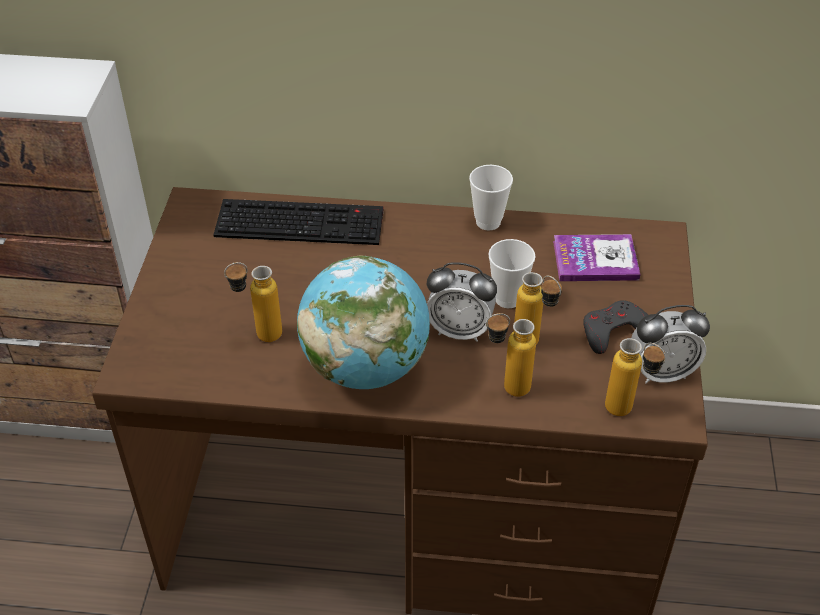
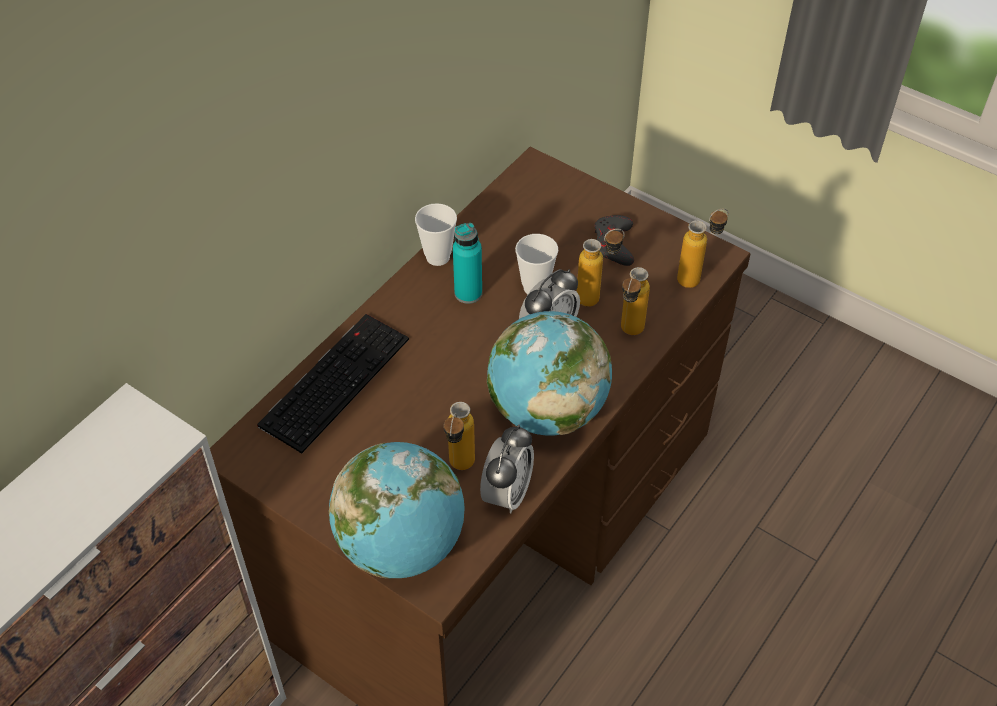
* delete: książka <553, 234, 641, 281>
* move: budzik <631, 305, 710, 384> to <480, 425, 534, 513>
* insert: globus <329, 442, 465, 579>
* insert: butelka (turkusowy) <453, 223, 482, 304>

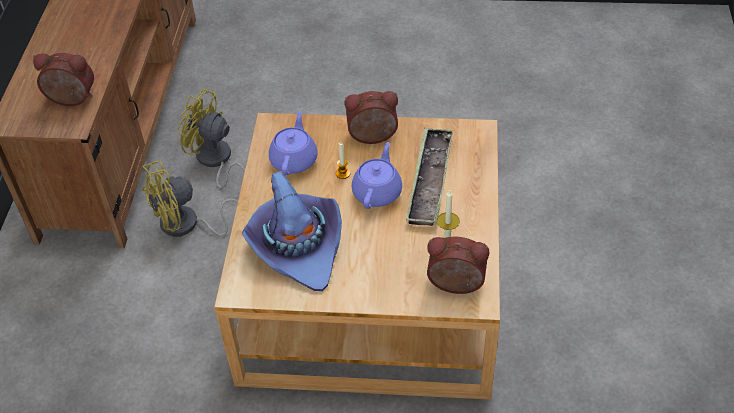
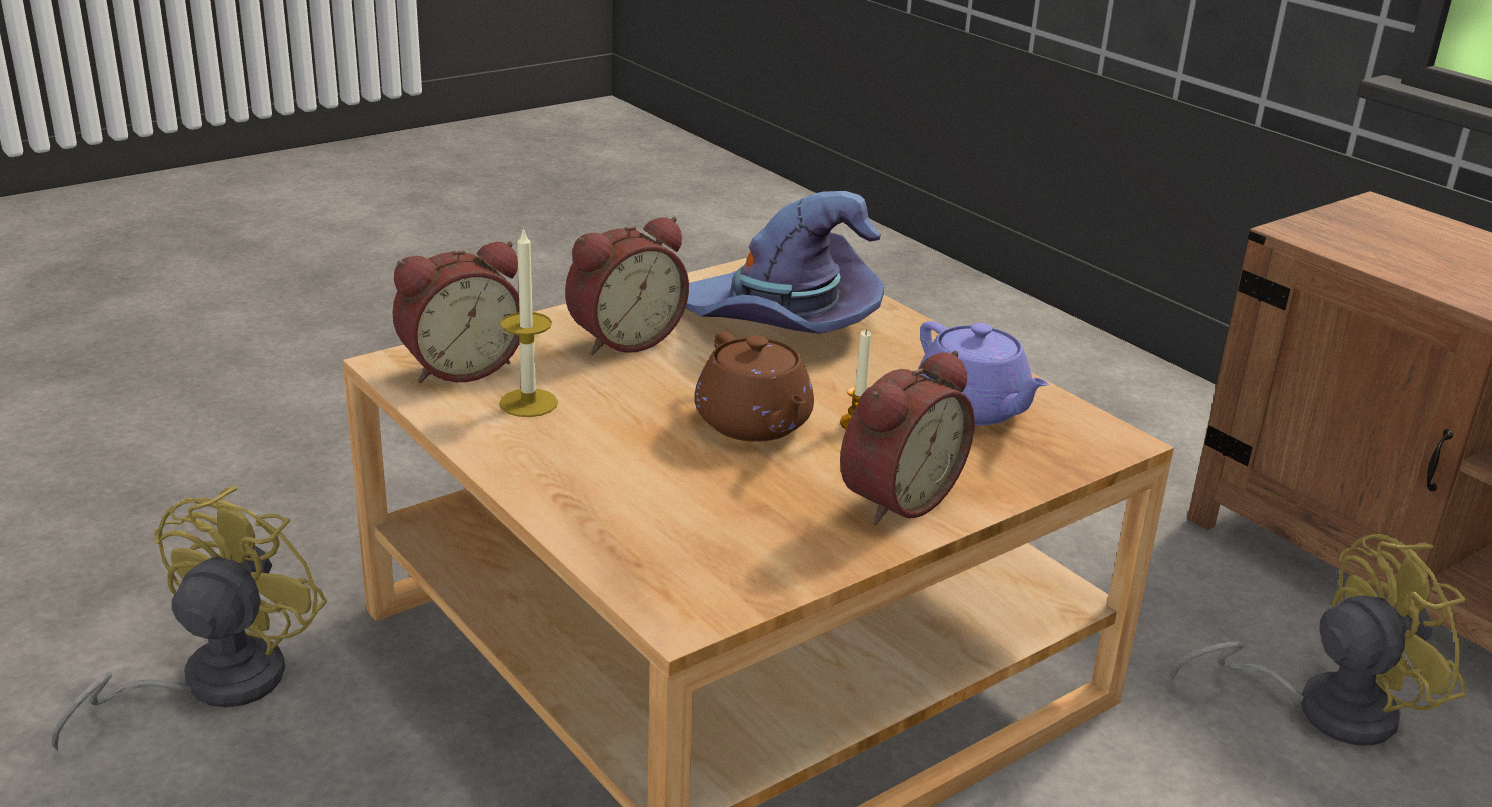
* move: budzik <33, 53, 94, 106> to <565, 217, 689, 355>
* move: wentylator (żółty) <142, 161, 238, 237> to <52, 486, 327, 751>
* recolor: imbryk (fioletowy) <352, 142, 402, 209> to imbryk (brązowy) <695, 332, 814, 442>
* delete: taca <406, 128, 453, 226>

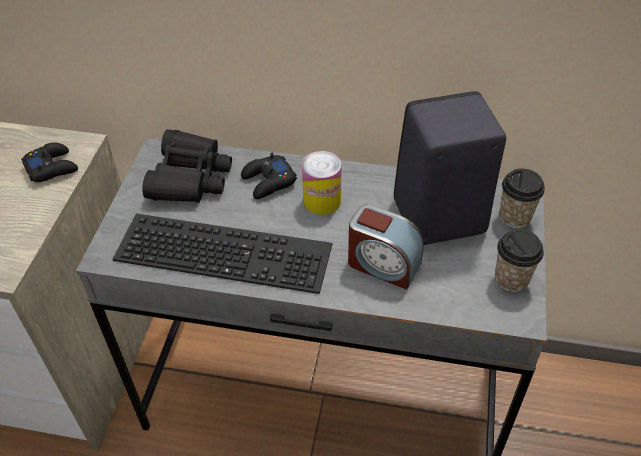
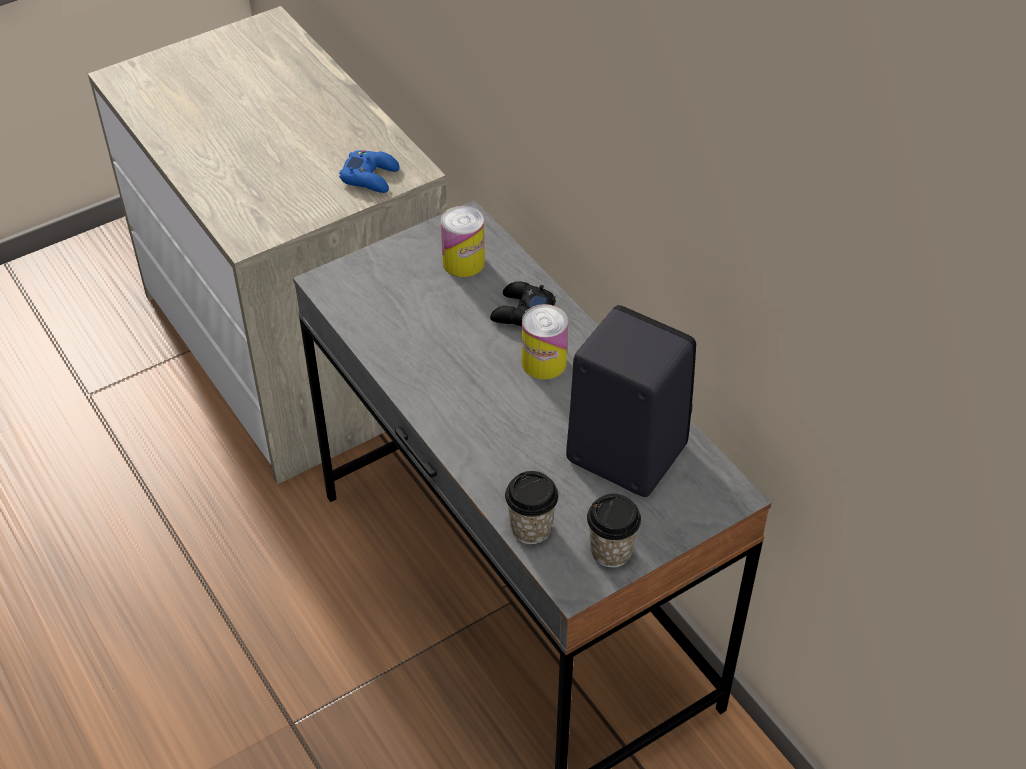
* recolor: pad do gier (czarny) <21, 142, 78, 182> to pad do gier (niebieski) <339, 150, 400, 193>
* delete: klawiatura <113, 214, 332, 294>
* replace: lornetka (czarny) <142, 130, 232, 203> to puszka <441, 206, 485, 277>
* delete: budzik <348, 204, 424, 290>
* move: filiżanka <499, 168, 545, 228> to <505, 471, 558, 544>

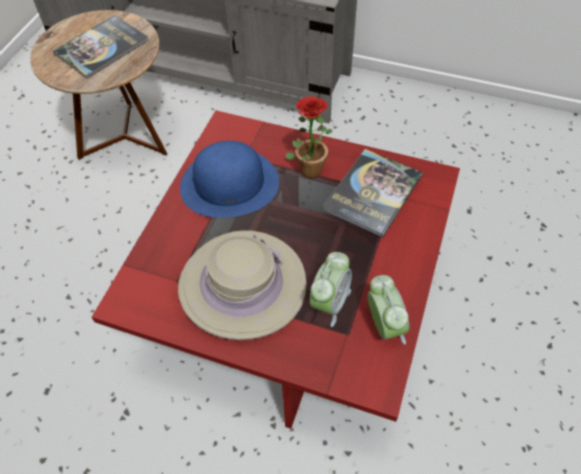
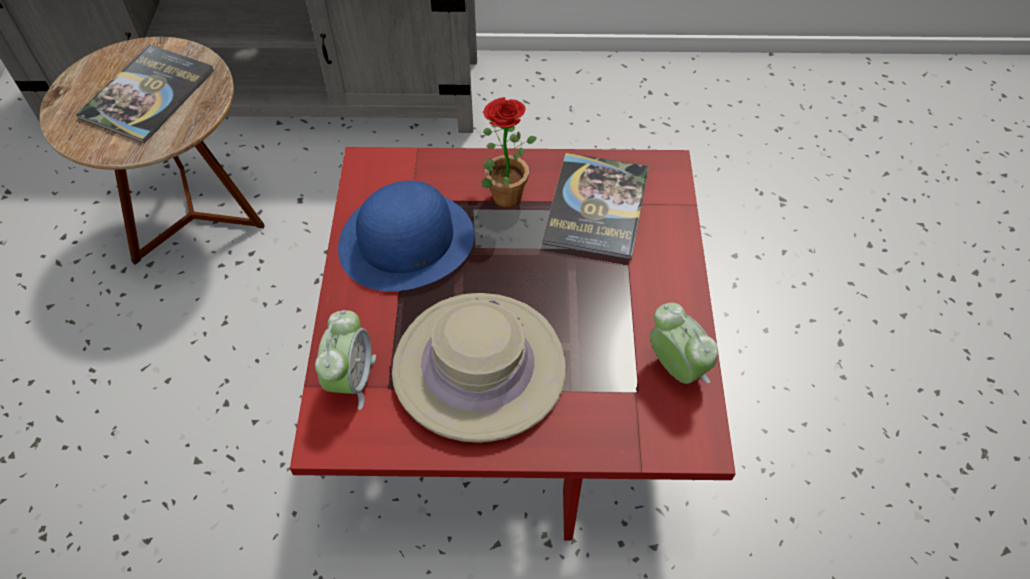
* move: budzik <310, 252, 352, 327> to <315, 310, 376, 410>

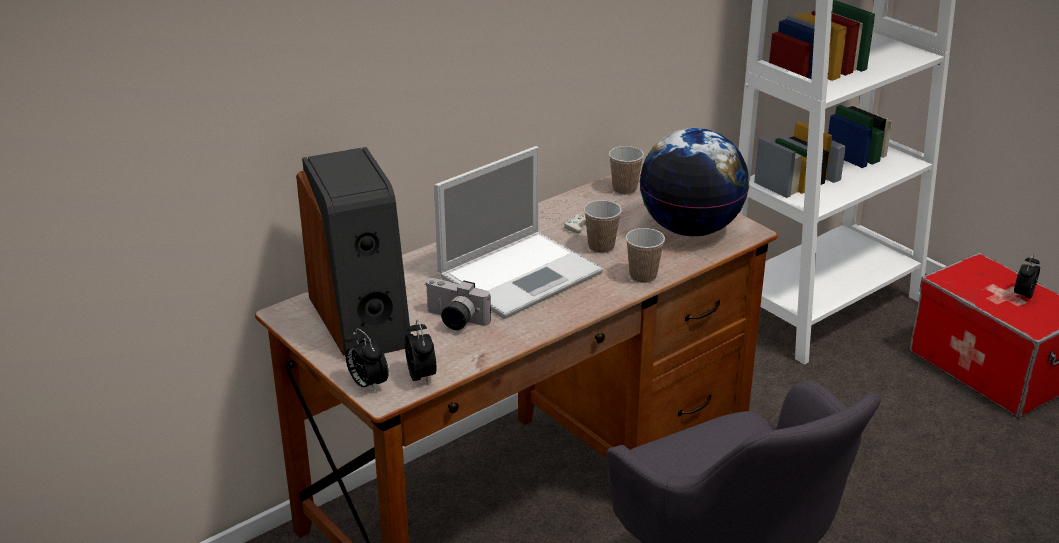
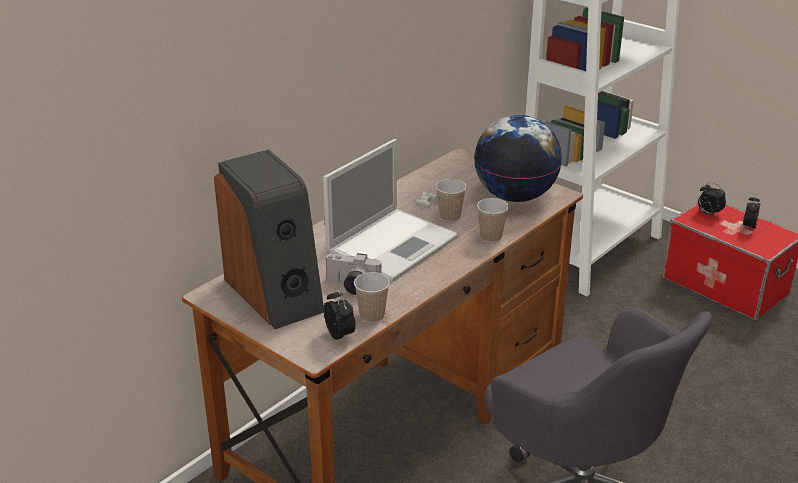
* move: budzik <346, 328, 389, 393> to <698, 182, 726, 217>
* move: filiżanka <609, 146, 644, 195> to <354, 272, 390, 323>

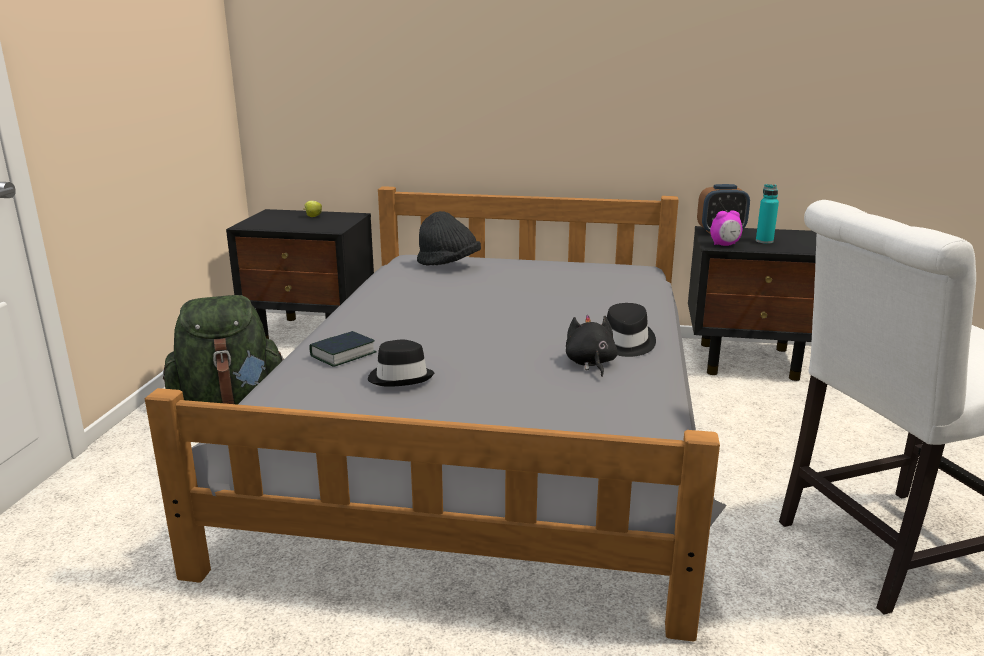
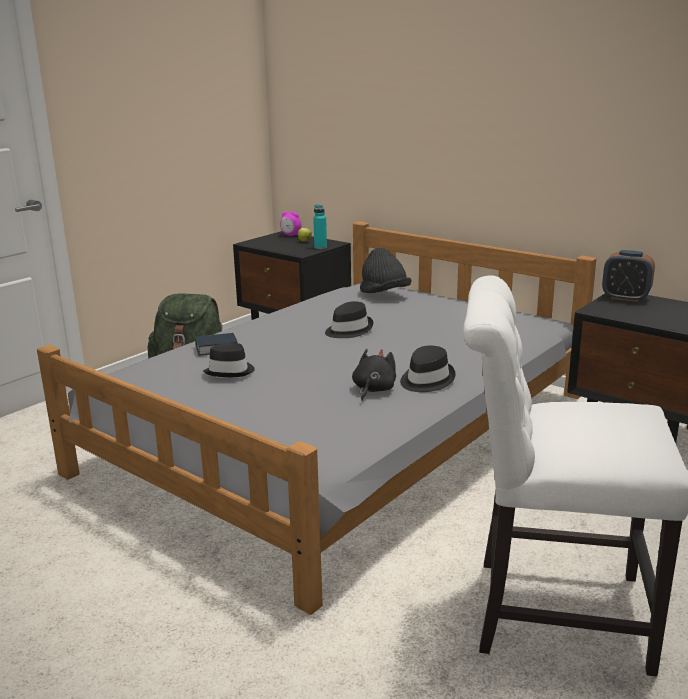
* move: budzik <710, 210, 742, 246> to <280, 211, 301, 236>
* move: butelka (turkusowy) <756, 184, 779, 244> to <313, 204, 327, 249>
* insert: kapelusz (czarny) <325, 301, 373, 338>

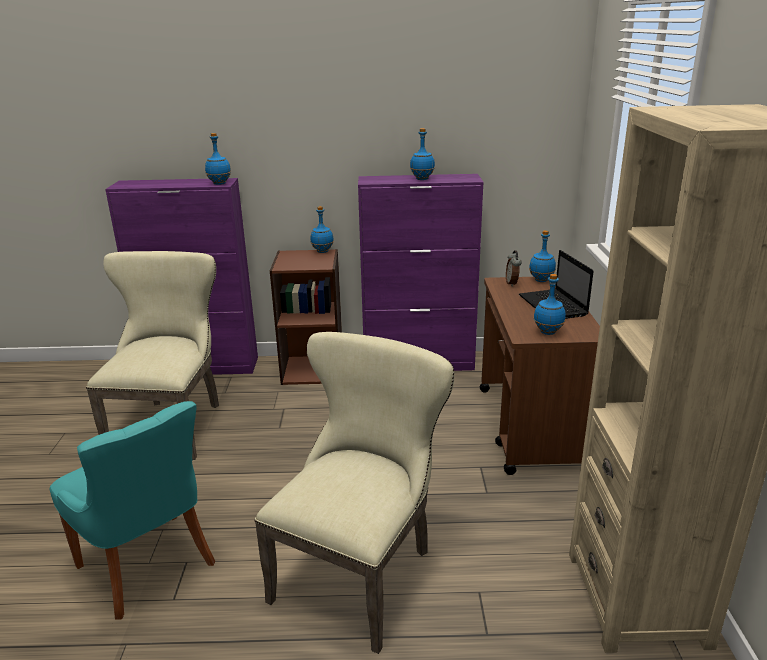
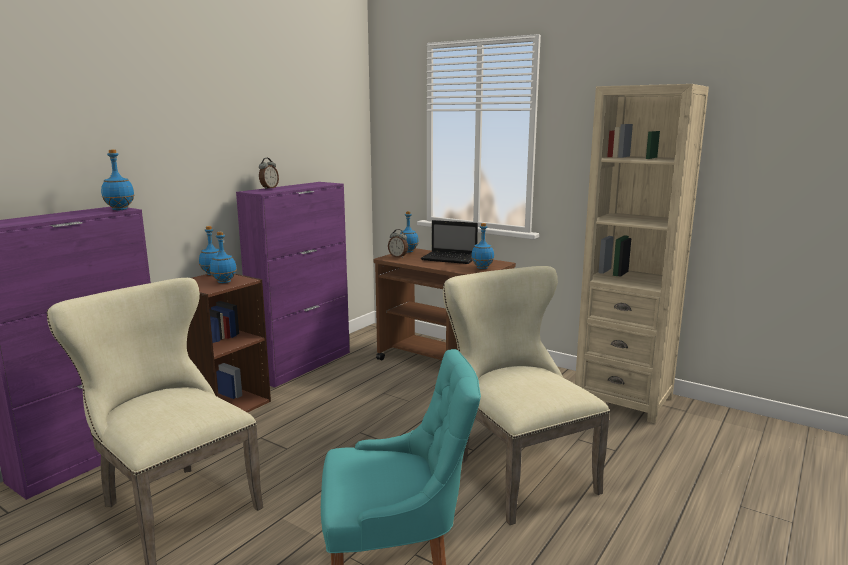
* move: butelka (niebieski) <410, 128, 435, 180> to <210, 232, 237, 283>
* insert: budzik <259, 158, 279, 189>

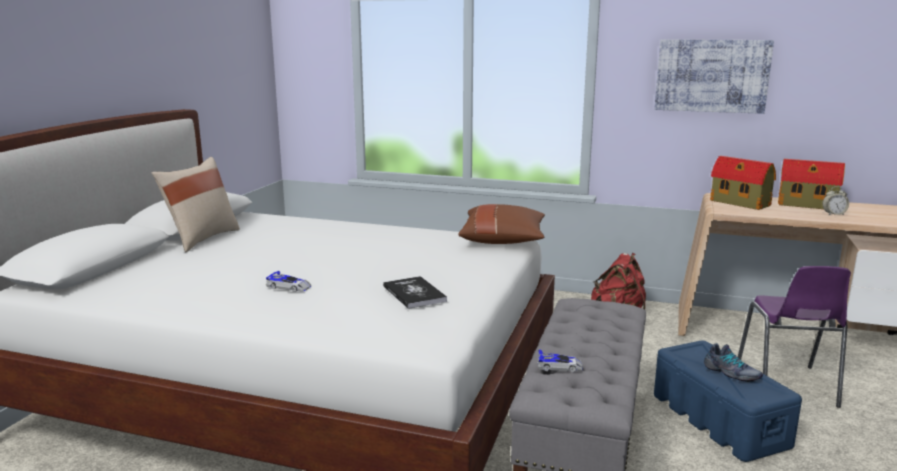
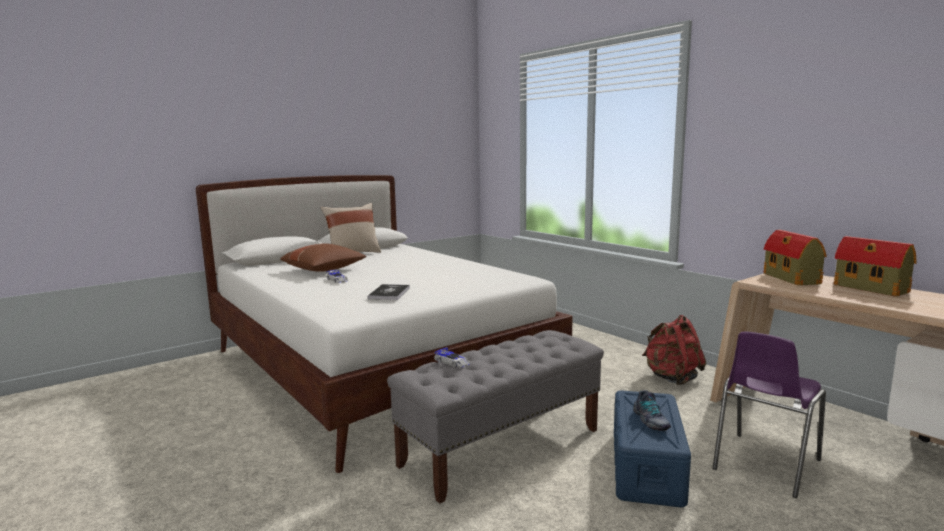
* move: poduszka (brązowy) <458, 204, 545, 244> to <280, 243, 366, 272>
* delete: obraz <654, 39, 774, 114>
* delete: budzik <822, 186, 849, 215>

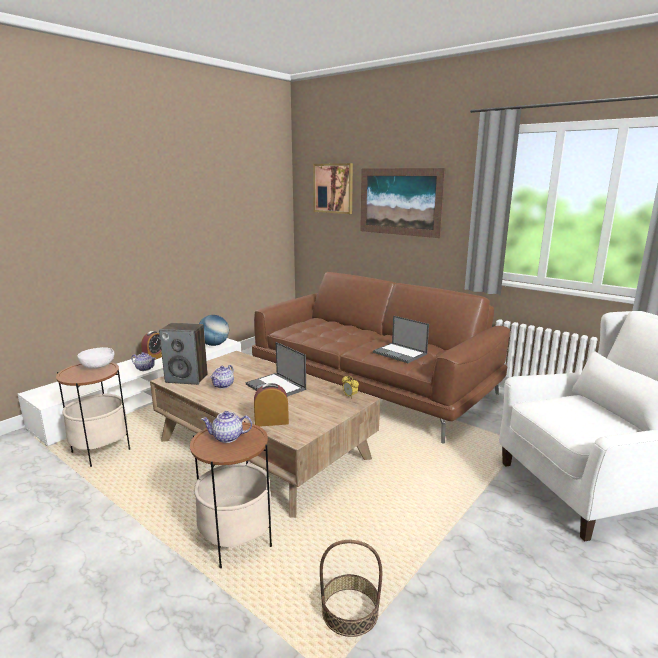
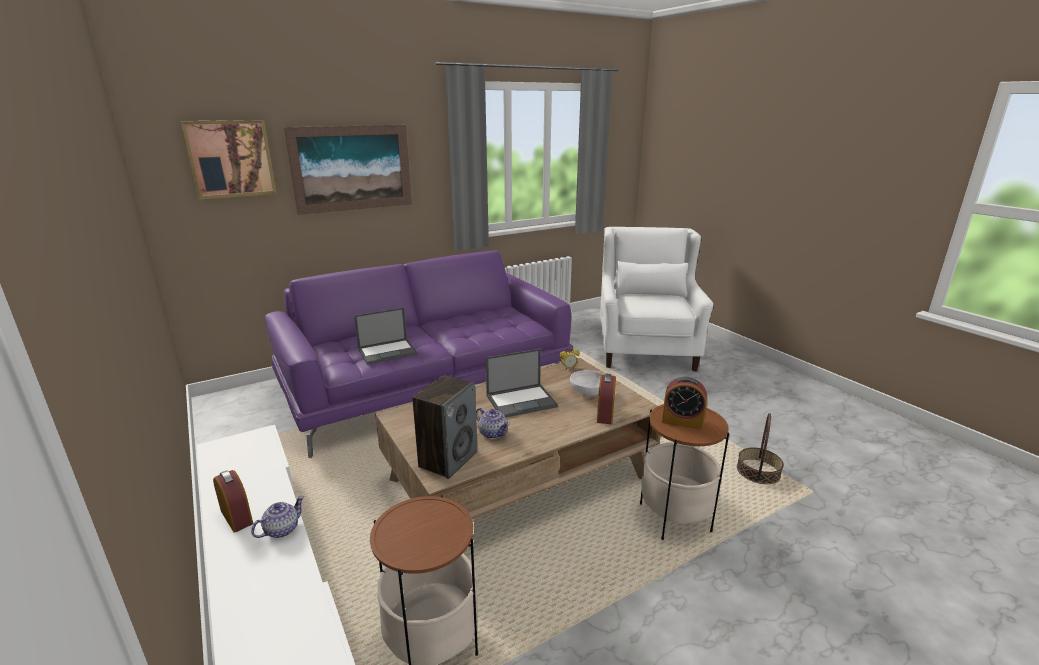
* move: miska (biały) <77, 347, 114, 369> to <570, 370, 604, 396>
* delete: globus <199, 315, 229, 346>
* replace: imbryk <201, 411, 252, 443> to budzik <662, 377, 707, 430>
* recolor: kanapa (brązowy) <252, 272, 510, 444> to kanapa (fioletowy) <265, 250, 573, 458>
* move: laptop <373, 316, 429, 363> to <354, 308, 418, 365>

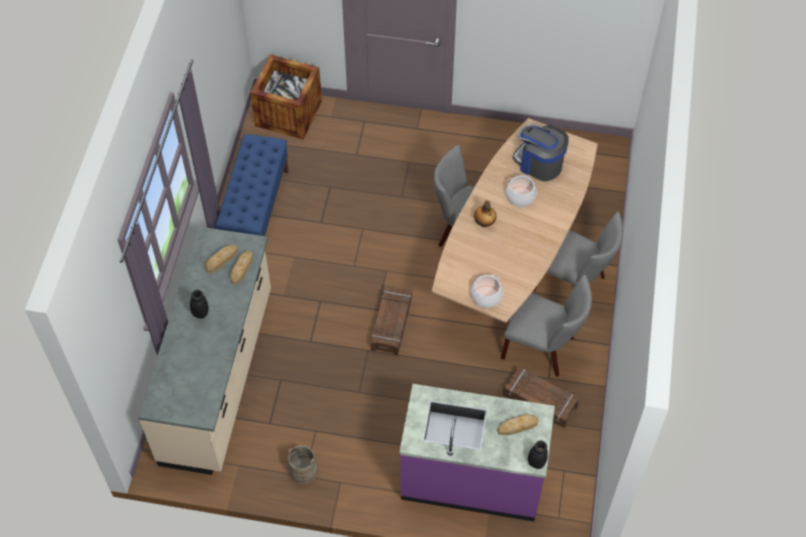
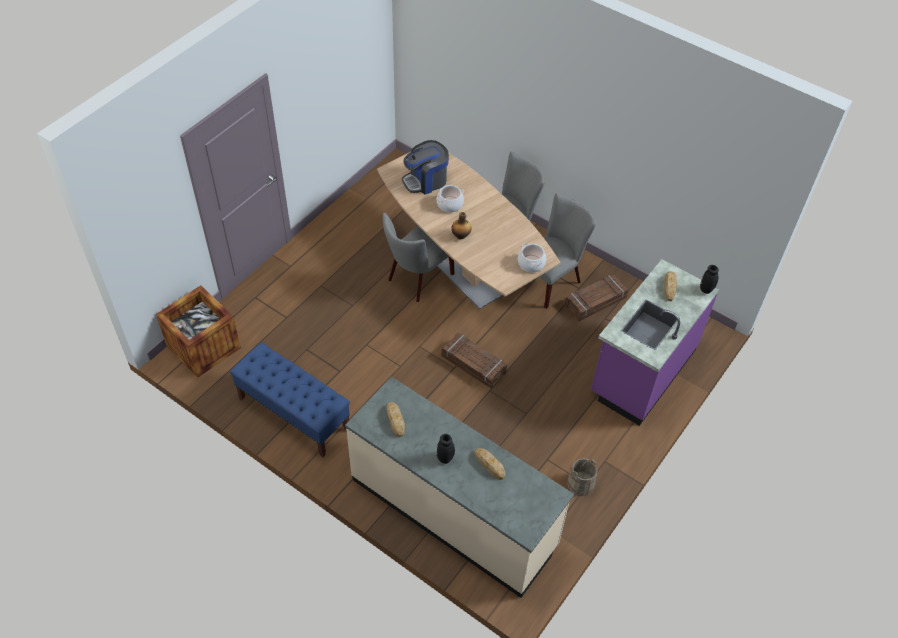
* move: chleb <230, 251, 253, 284> to <474, 448, 505, 480>

